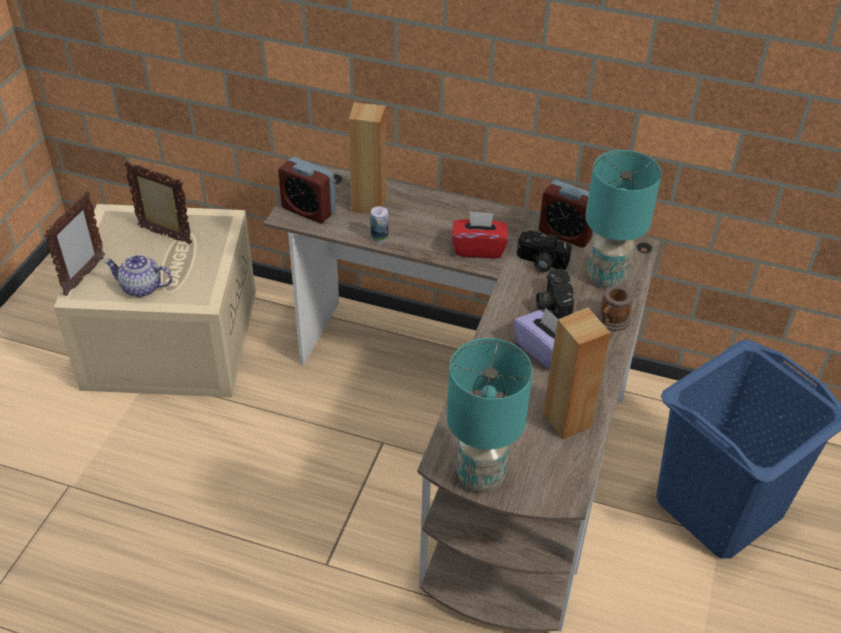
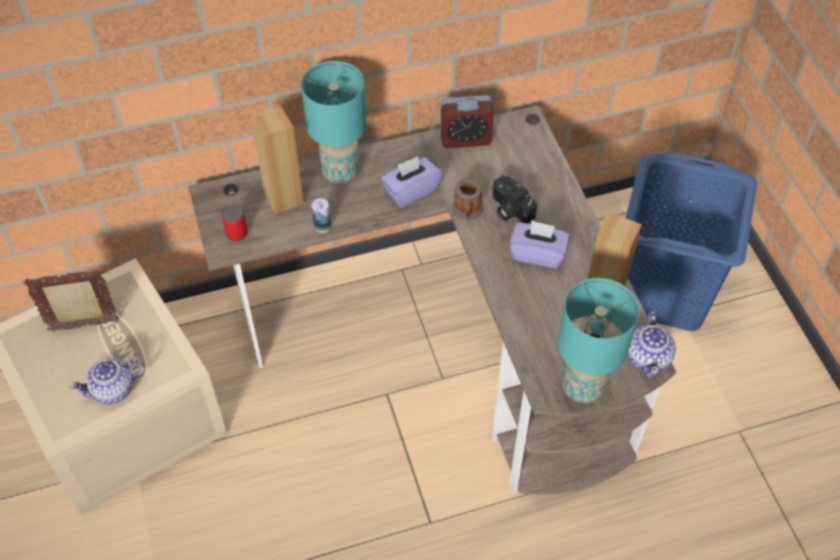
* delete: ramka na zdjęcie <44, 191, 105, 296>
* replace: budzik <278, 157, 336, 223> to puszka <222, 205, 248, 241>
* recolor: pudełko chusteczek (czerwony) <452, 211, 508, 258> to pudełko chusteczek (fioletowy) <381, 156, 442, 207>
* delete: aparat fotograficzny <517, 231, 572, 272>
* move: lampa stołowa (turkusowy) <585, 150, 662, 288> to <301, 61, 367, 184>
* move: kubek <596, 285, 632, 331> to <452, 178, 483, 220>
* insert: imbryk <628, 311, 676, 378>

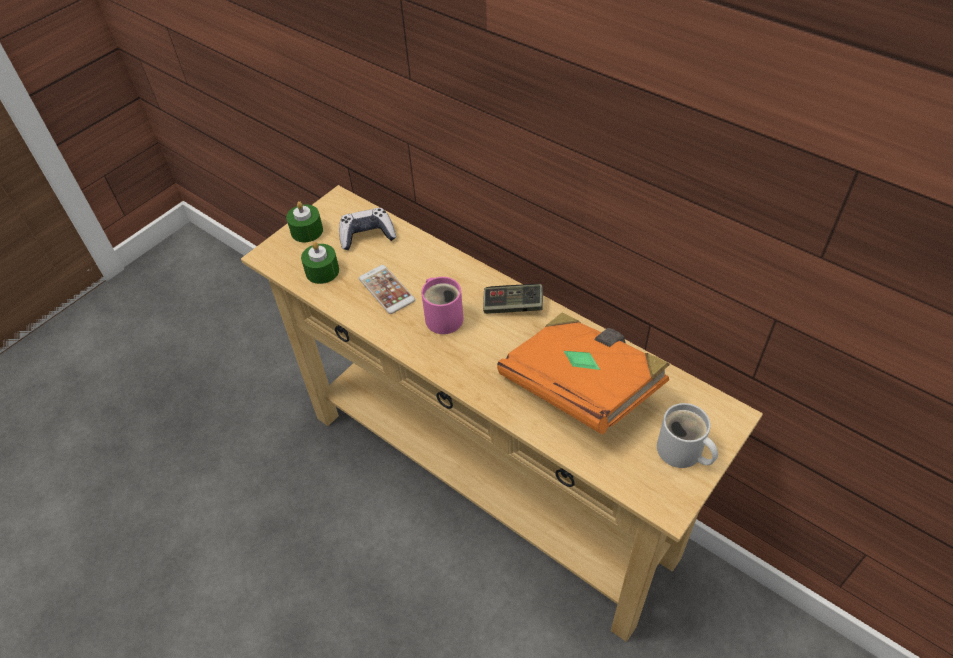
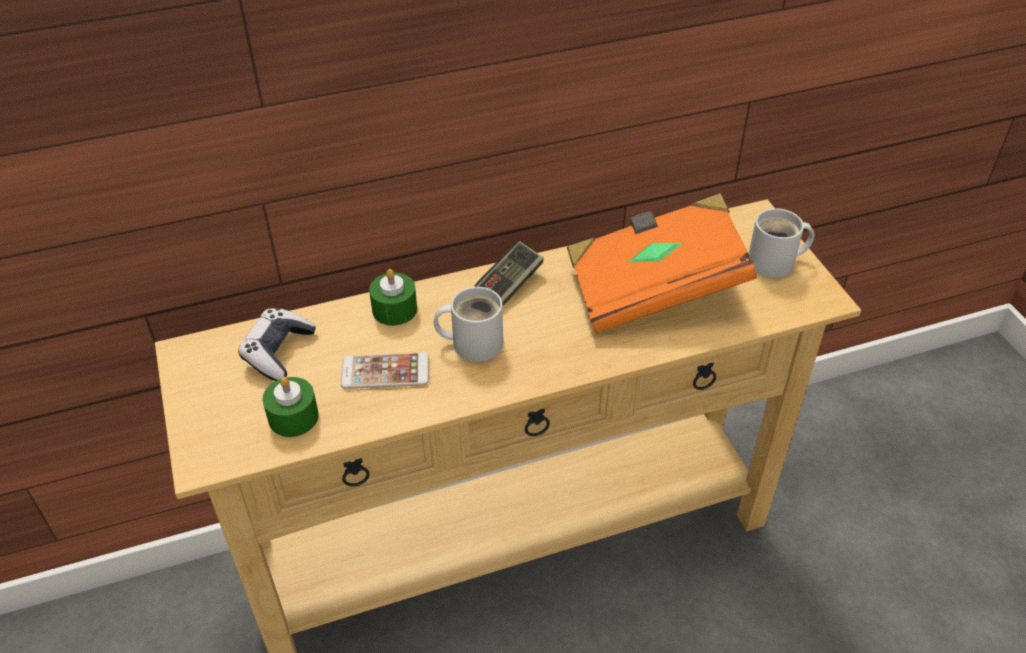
* move: świeca (zielony) <286, 201, 323, 243> to <369, 269, 417, 326>
* recolor: kubek (różowy) <421, 277, 463, 334> to kubek (biały) <434, 287, 503, 362>

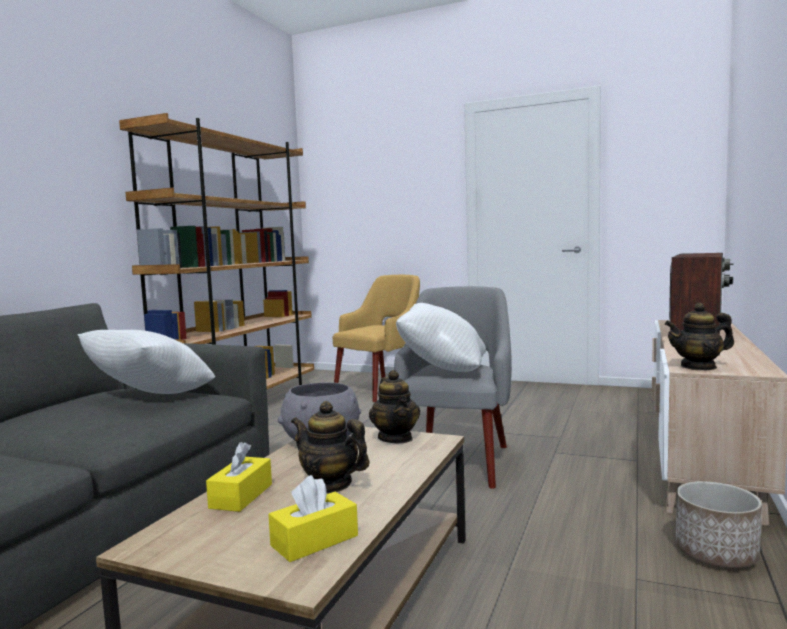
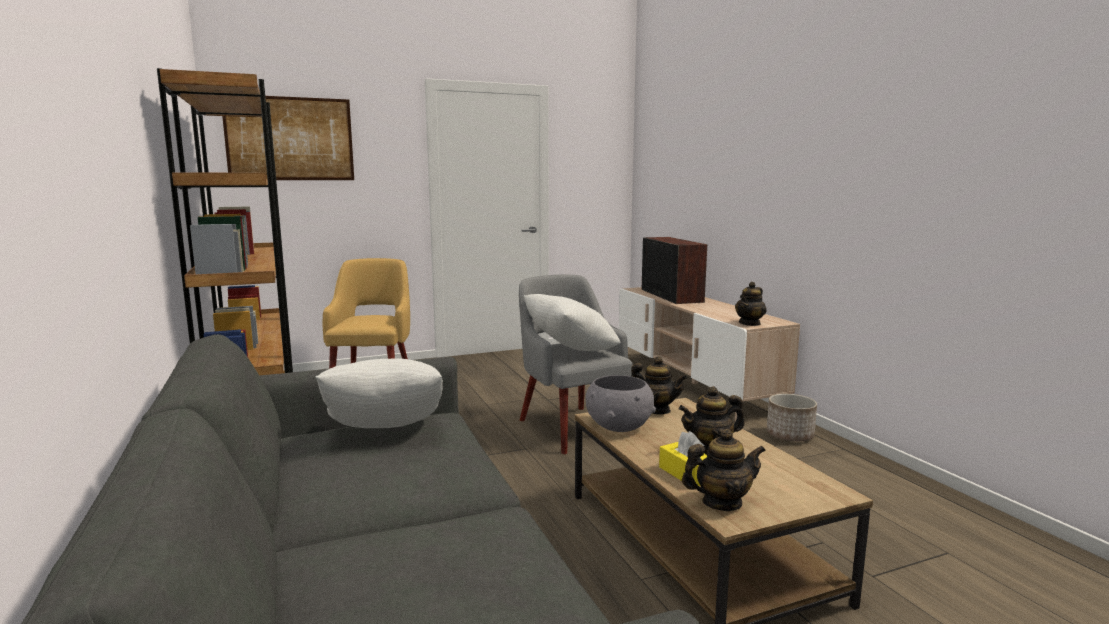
* delete: pudełko chusteczek (żółty) <268, 475, 358, 562>
* insert: obraz <222, 96, 354, 180>
* insert: imbryk <682, 429, 766, 511>

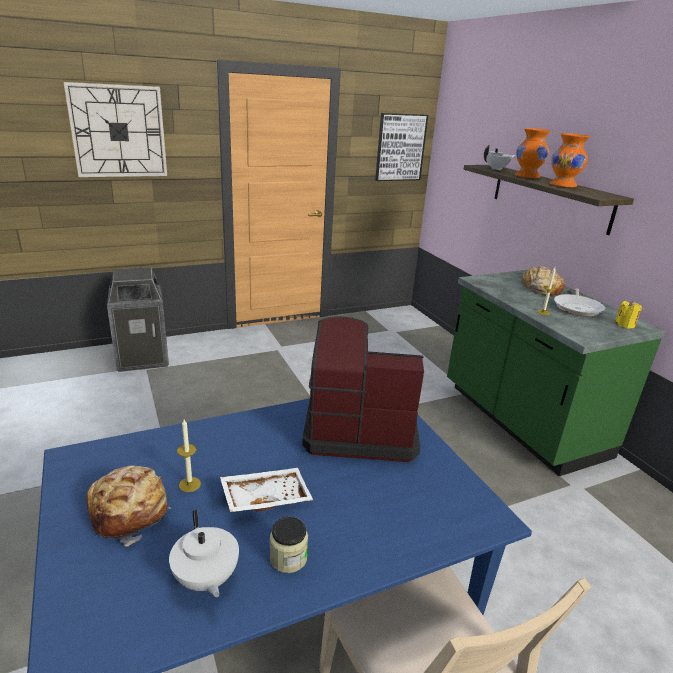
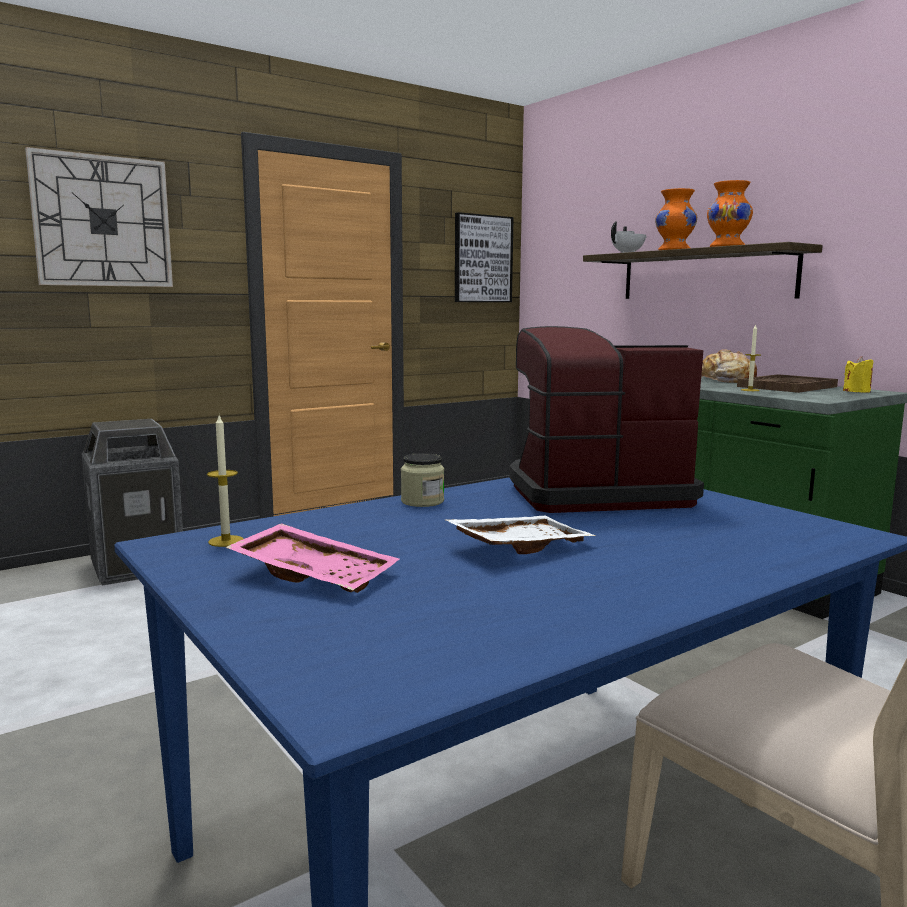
* replace: chleb <86, 465, 171, 547> to taca (różowy) <225, 523, 399, 593>
* delete: imbryk (biały) <169, 509, 239, 597>
* move: świeca <177, 419, 201, 492> to <207, 415, 243, 547>
* move: słoik <270, 517, 308, 573> to <401, 453, 444, 507>
* replace: patelnia <554, 288, 605, 316> to taca (brązowy) <737, 374, 838, 393>

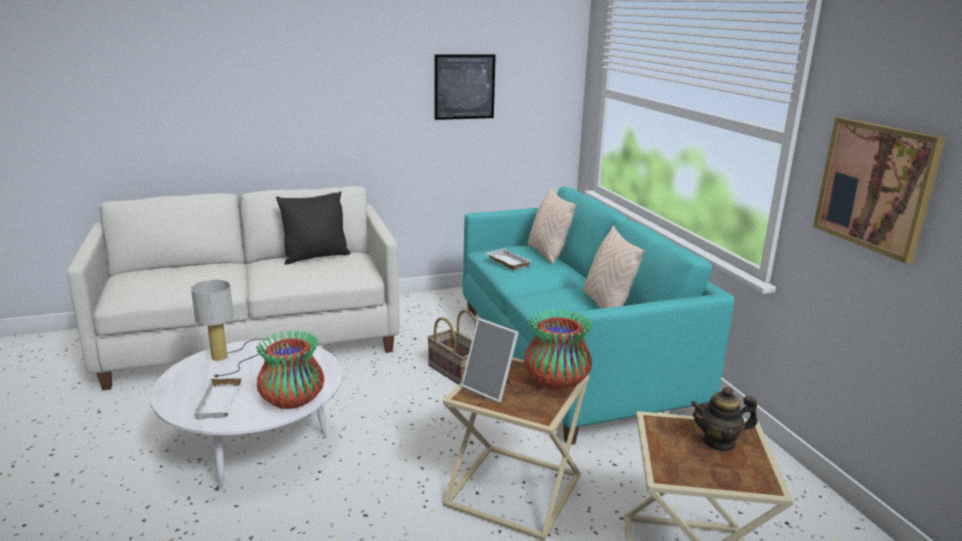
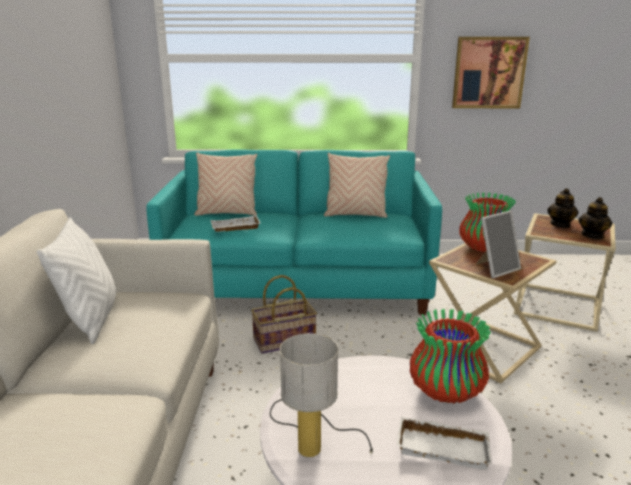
* recolor: poduszka (czarny) <276, 191, 350, 265> to poduszka (biały) <37, 217, 116, 344>
* delete: obraz <434, 54, 496, 120>
* insert: imbryk <578, 197, 612, 239>

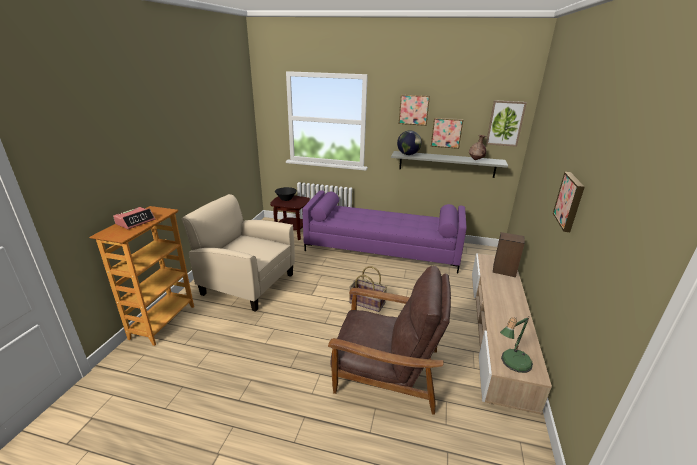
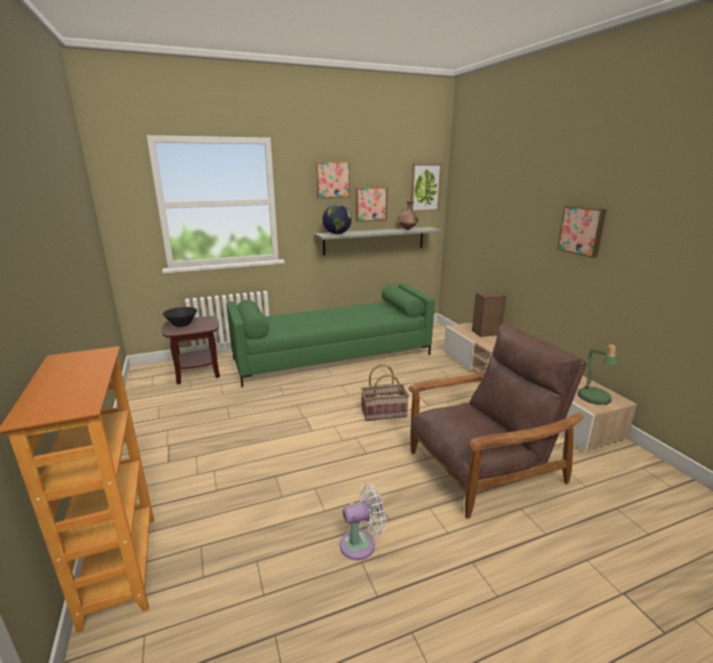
* delete: budzik <113, 207, 155, 229>
* delete: fotel (beżowy) <182, 194, 295, 312>
* recolor: kanapa (fioletowy) <302, 191, 467, 273> to kanapa (zielony) <226, 283, 435, 387>
* insert: wentylator (biały) <340, 484, 386, 560>

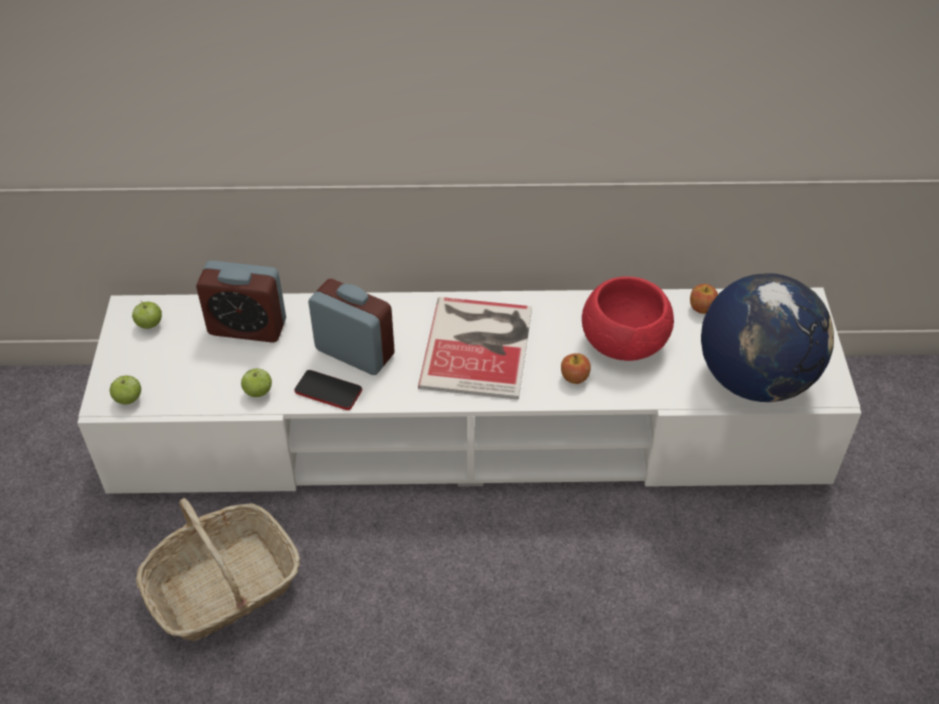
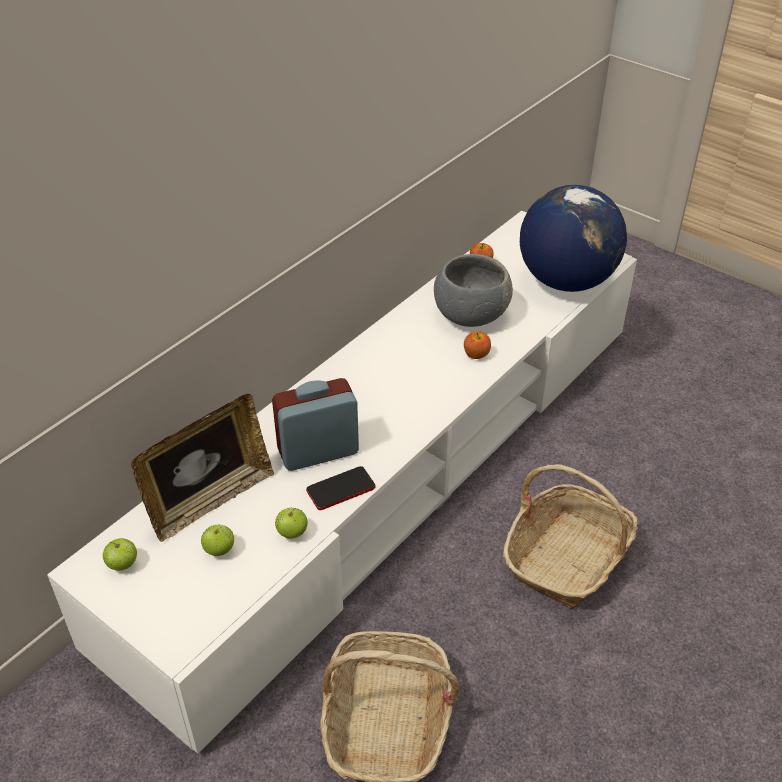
* move: jabłko <110, 375, 141, 404> to <201, 524, 234, 556>
* replace: budzik <196, 260, 286, 343> to ramka na zdjęcie <131, 394, 274, 542>
* delete: książka <418, 297, 532, 400>
* recolor: miska (czerwony) <582, 276, 674, 361> to miska (szary) <434, 254, 513, 327>
* insert: koszyk <503, 464, 638, 609>

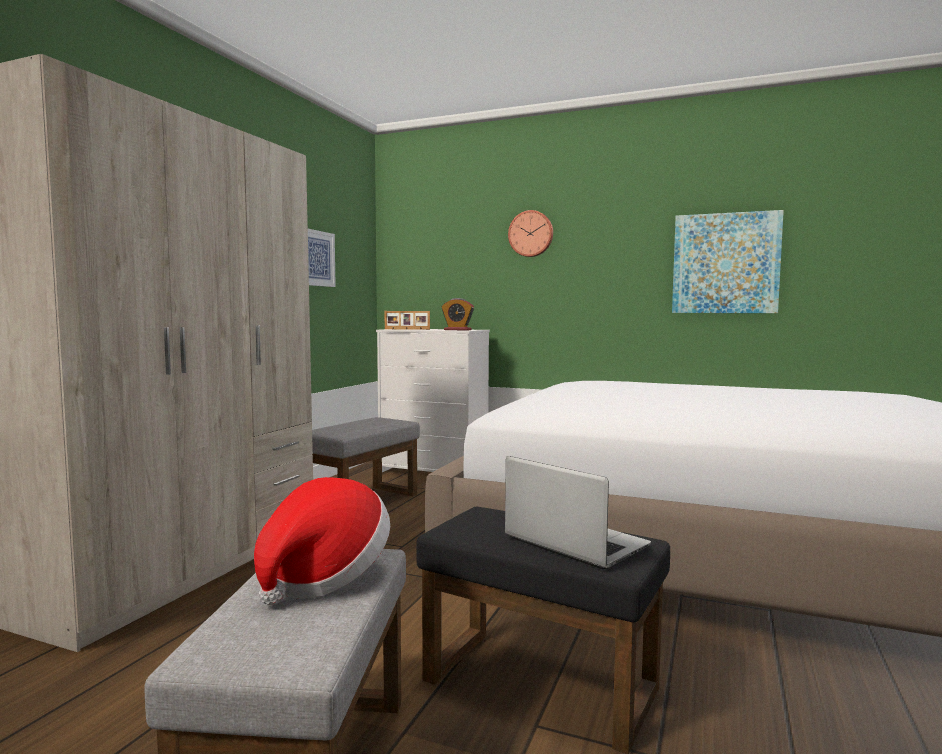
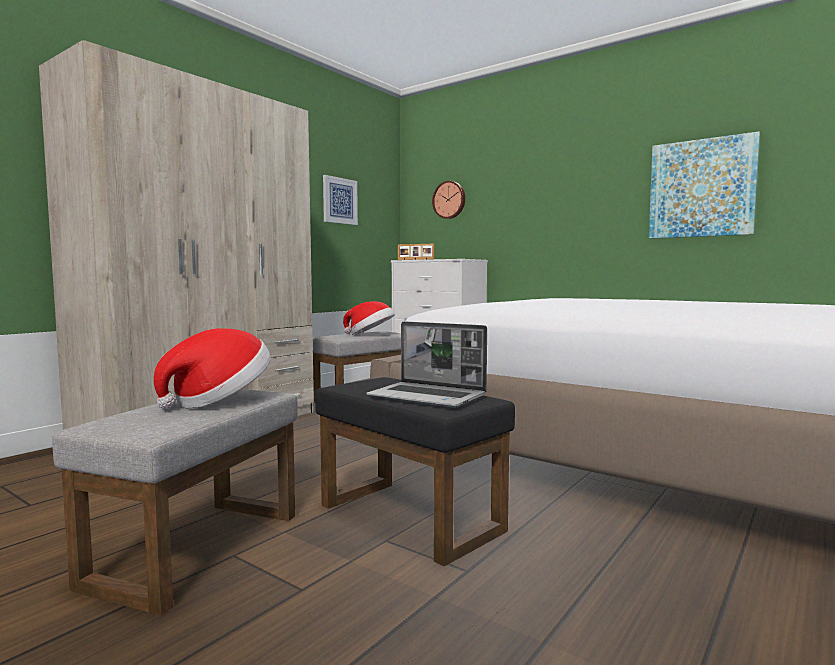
* delete: budzik <442, 298, 474, 330>
* rotate: laptop <505, 456, 651, 570> = <366, 321, 487, 408> 150 degrees clockwise
* move: zegar ścienny <508, 210, 553, 257> to <432, 181, 465, 219>
* insert: kapelusz <343, 301, 395, 335>

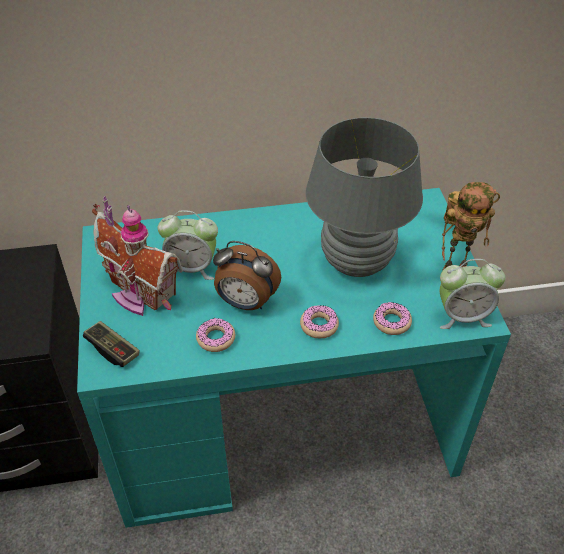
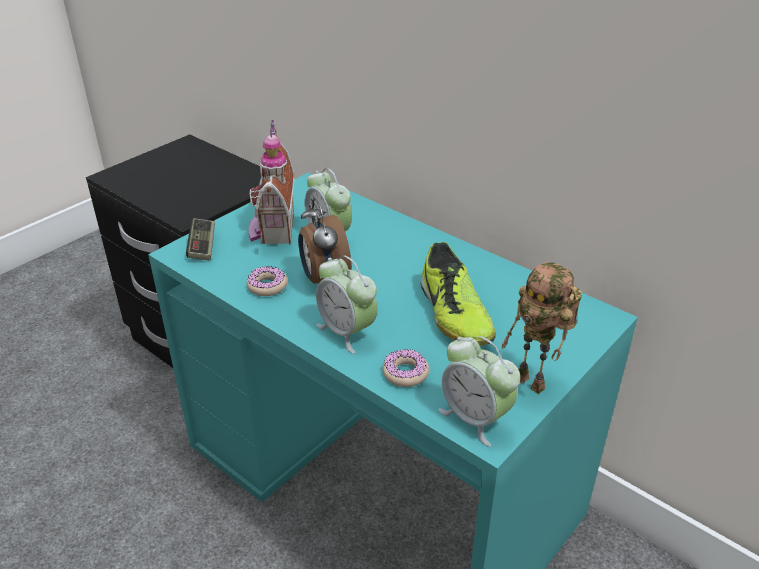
* replace: donut <300, 305, 339, 338> to budzik <316, 255, 377, 354>
* replace: lampa stołowa (szary) <305, 117, 423, 277> to but <421, 242, 495, 346>

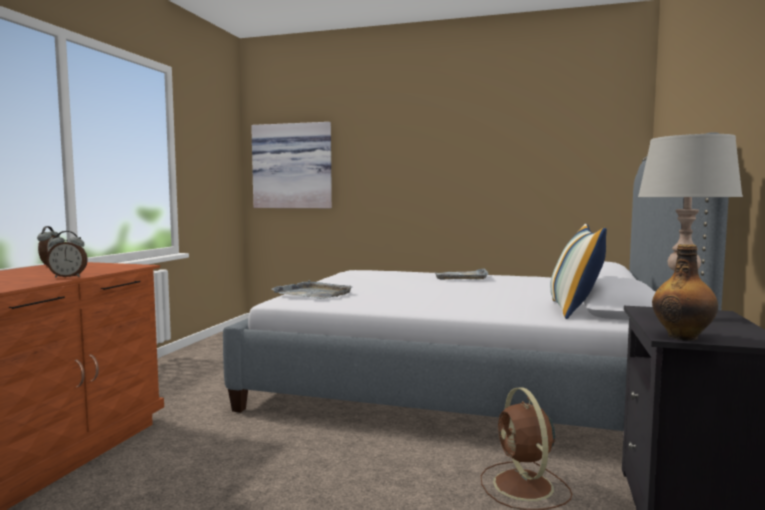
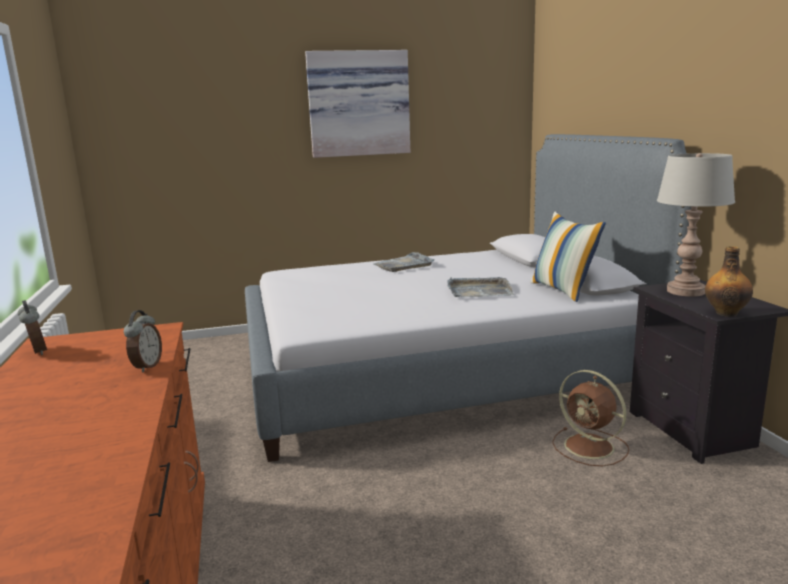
* rotate: budzik <46, 231, 88, 277> = <124, 310, 162, 372> 45 degrees counterclockwise
* move: obraz <251, 122, 332, 208> to <305, 50, 410, 158>
* move: taca (szary) <271, 280, 352, 299> to <447, 277, 514, 297>

